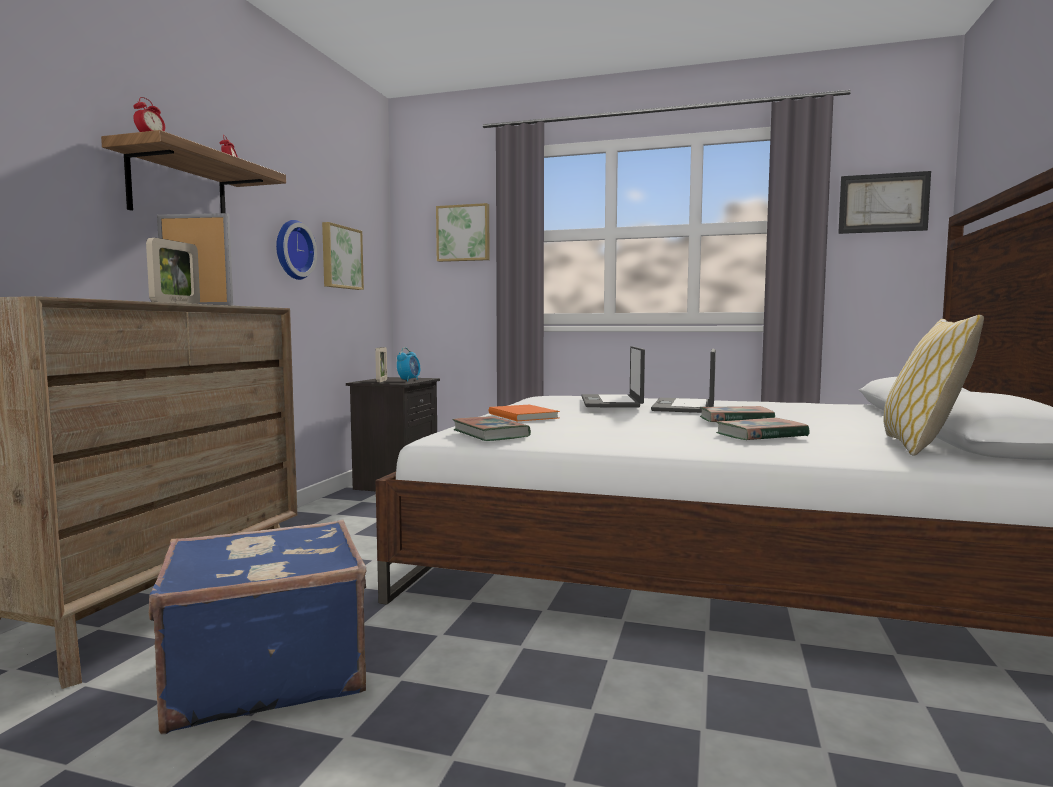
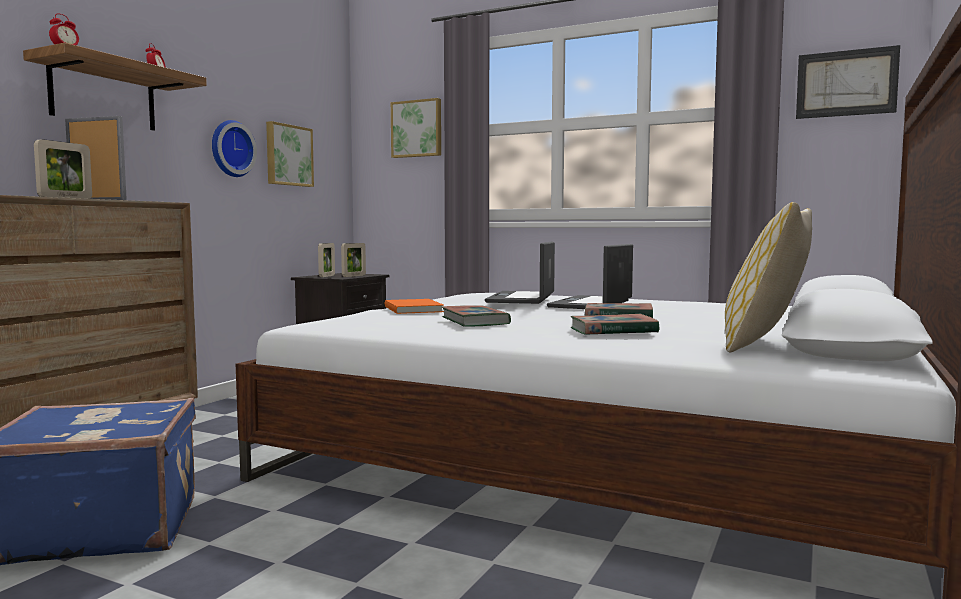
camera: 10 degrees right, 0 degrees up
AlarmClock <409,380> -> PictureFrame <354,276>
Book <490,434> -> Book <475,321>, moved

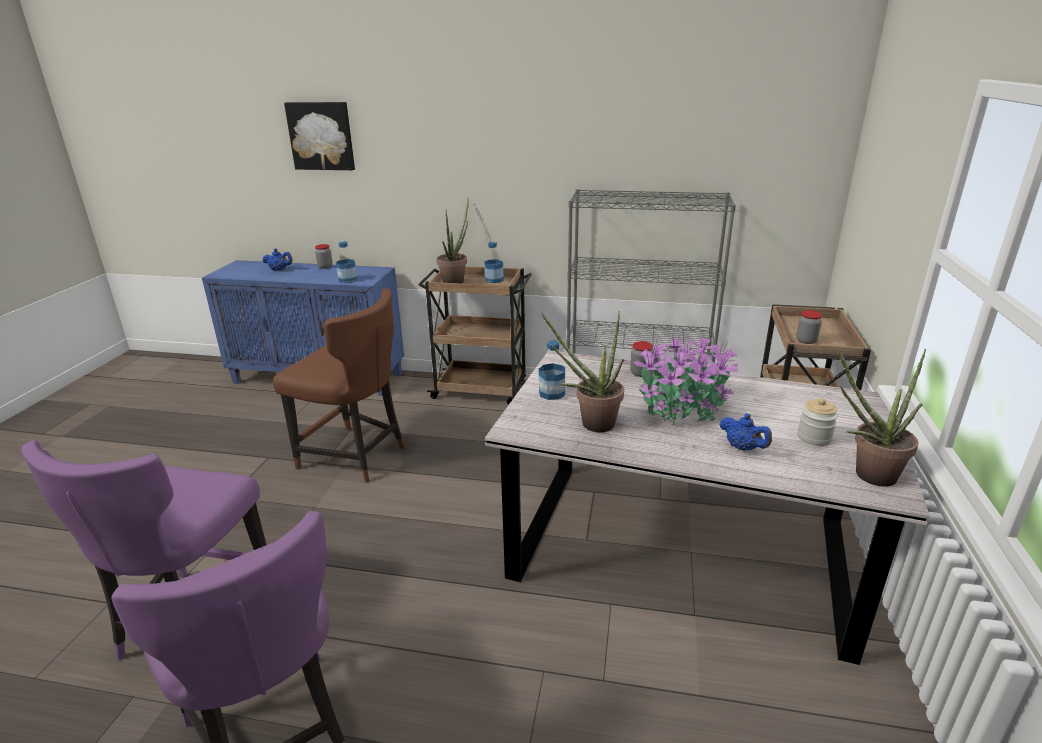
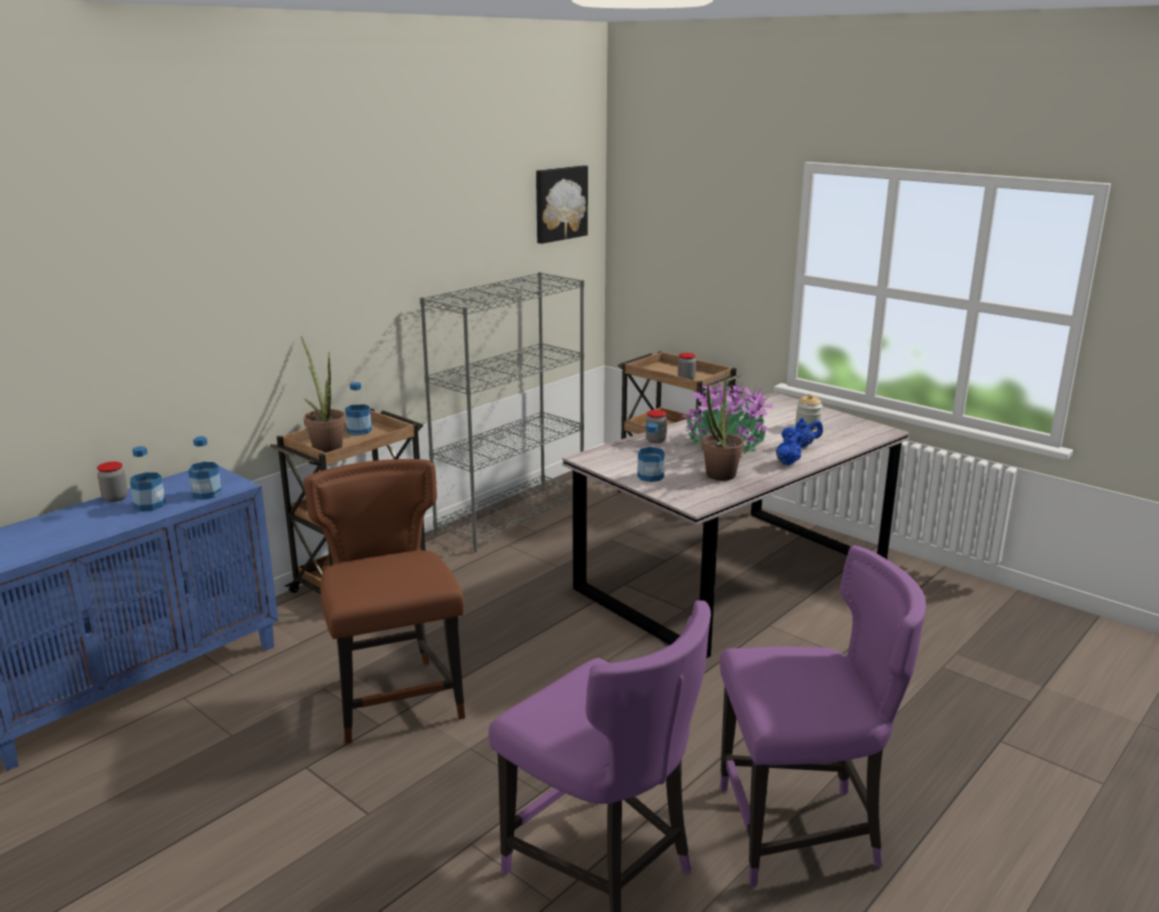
camera: 60 degrees left, 5 degrees down
none -> Bottle <150,505>
BrownChair <355,456> -> BrownChair <395,698>, 75 degrees counterclockwise
Picture <321,136> -> Picture <559,203>, moved
BlueTeapot <279,270> -> BlueTeapot <788,462>, moved
PottedPlant <867,475> -> none

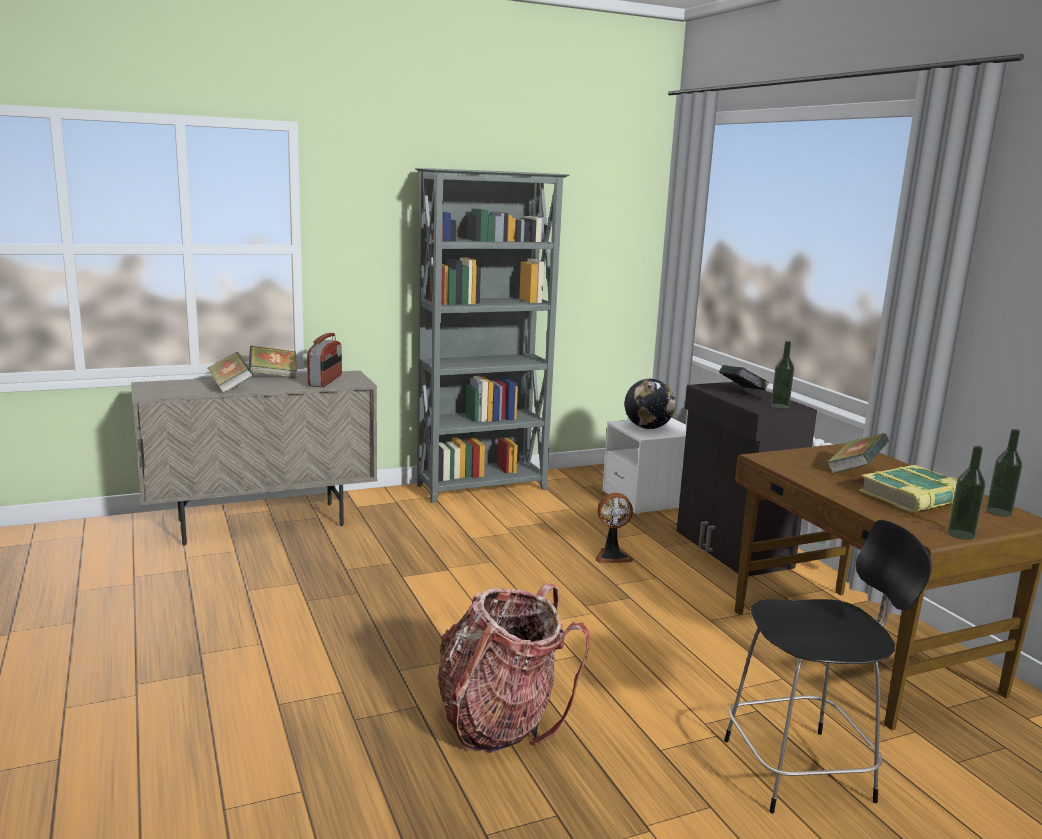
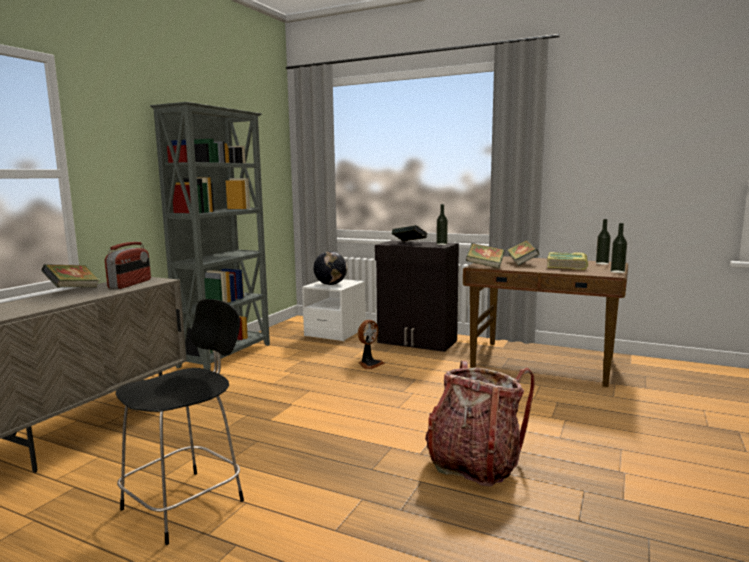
camera: 40 degrees left, 5 degrees down
Radio <326,381> -> Radio <130,284>, 45 degrees clockwise
BlackChair <803,769> -> BlackChair <187,503>, moved
Book <230,387> -> Book <485,266>, moved

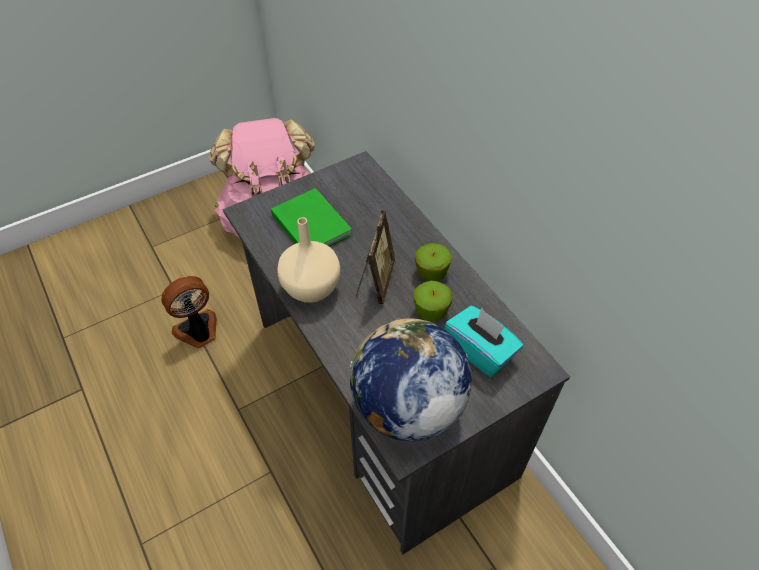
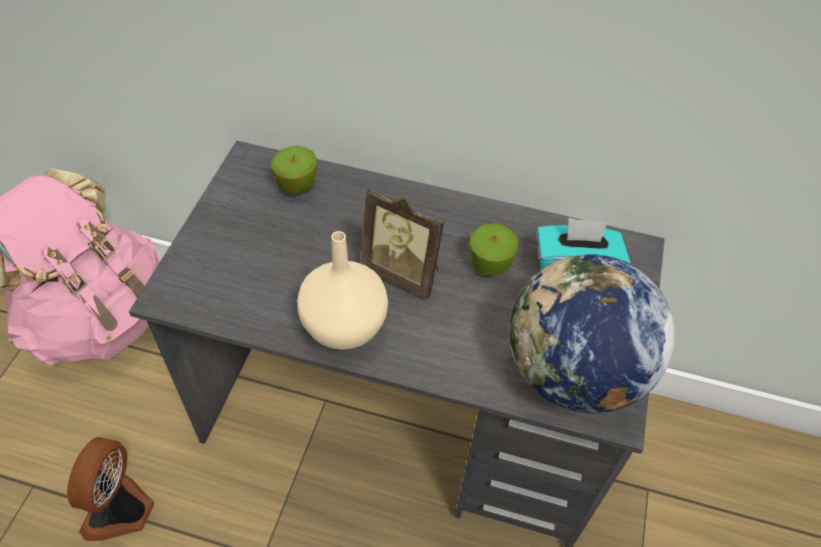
camera: 45 degrees left, 0 degrees up
Apple <431,272> -> Apple <296,185>, moved
PictureFrame <375,281> -> PictureFrame <403,272>, 150 degrees clockwise
GreenBook <311,223> -> none

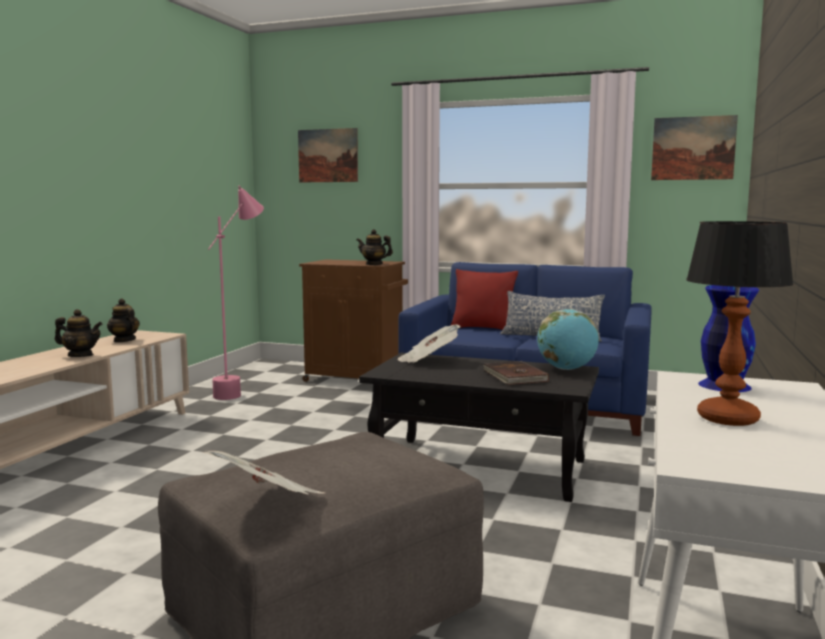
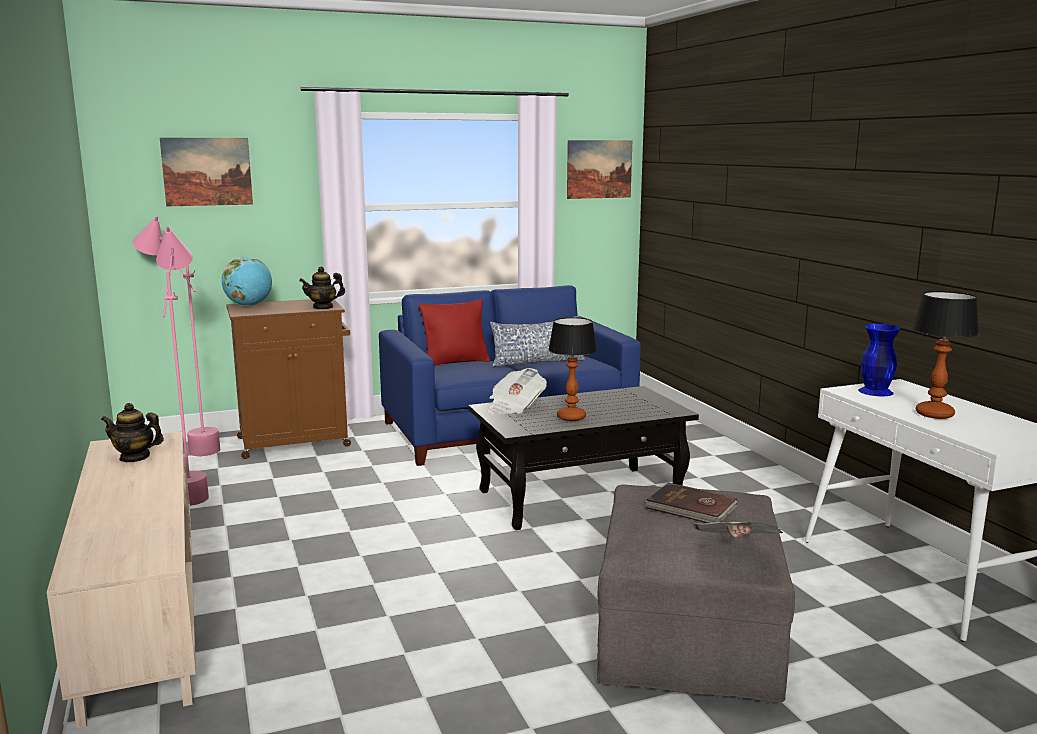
camera: 40 degrees left, 5 degrees up
none -> PinkFloorLamp <187,446>
Globe <566,369> -> Globe <249,305>, moved
none -> TableLamp <570,417>
BrownBook <514,376> -> BrownBook <691,508>, moved
Teapot <80,355> -> none

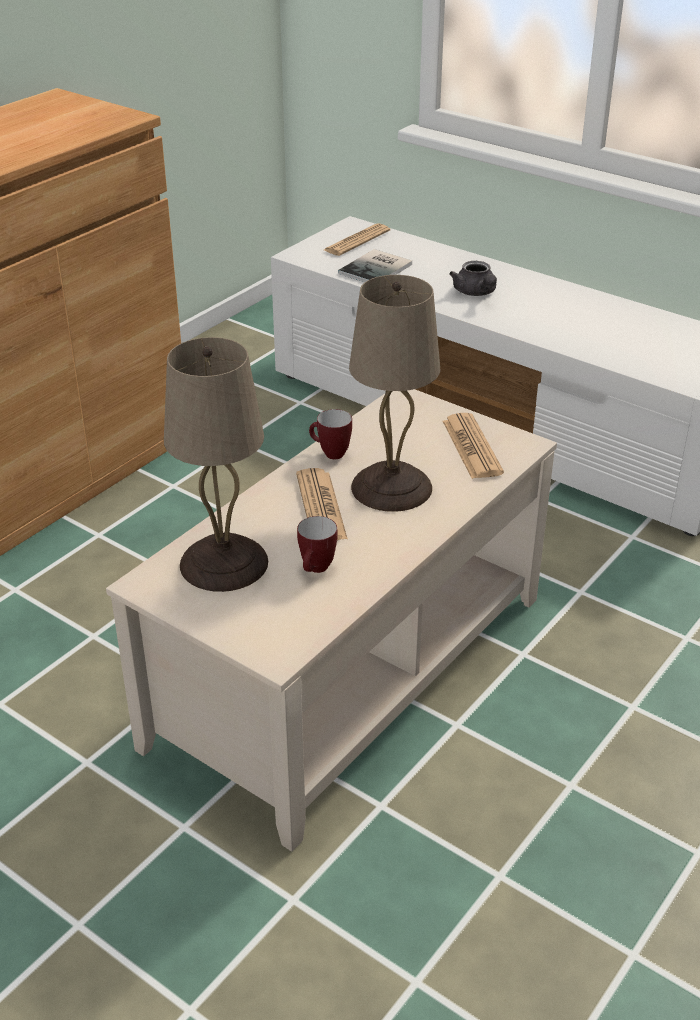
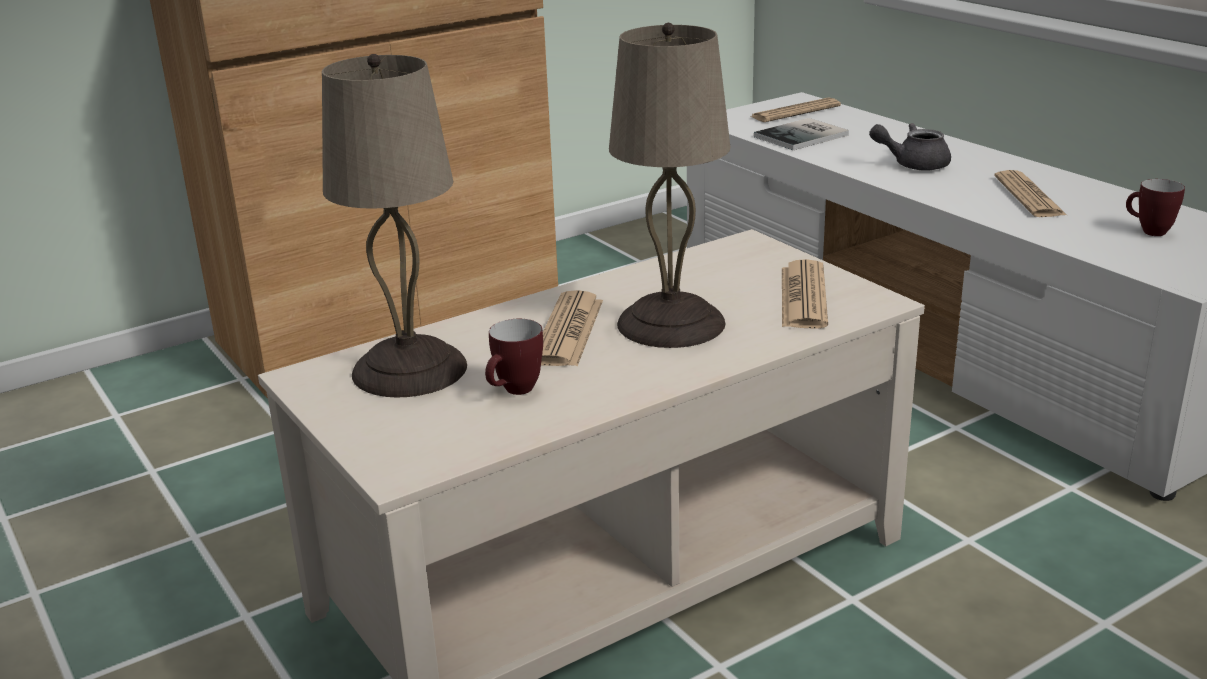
camera: 20 degrees right, 10 degrees down
GreyTeapot <476,293> -> GreyTeapot <913,164>, 90 degrees clockwise
none -> Newspaper <1029,196>
Mug <329,454> -> Mug <1148,231>, moved

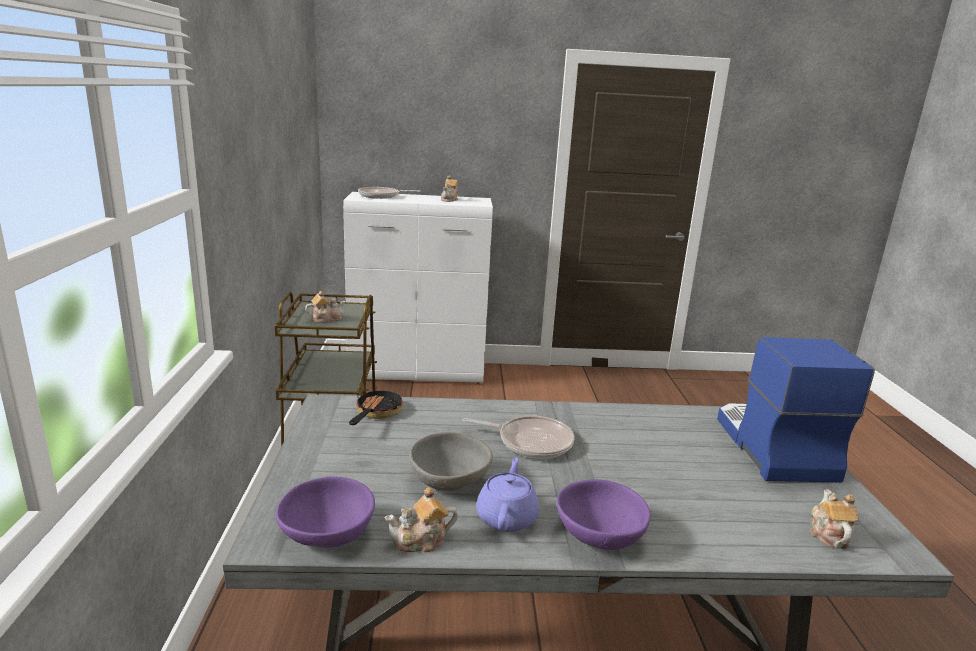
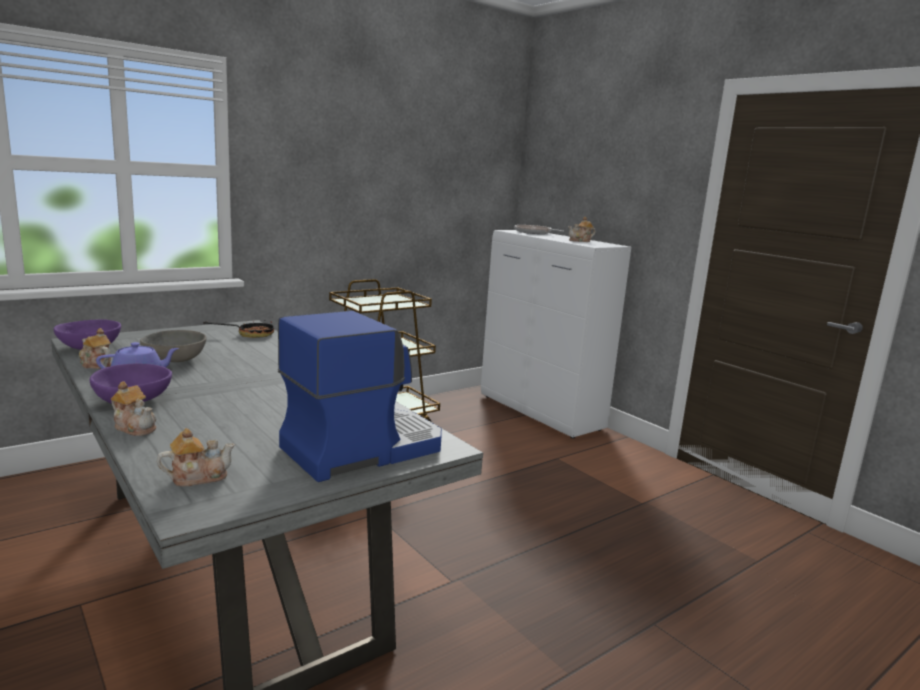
camera: 55 degrees right, 5 degrees down
Teapot <326,319> -> Teapot <135,427>, moved
FryingPan <530,442> -> none

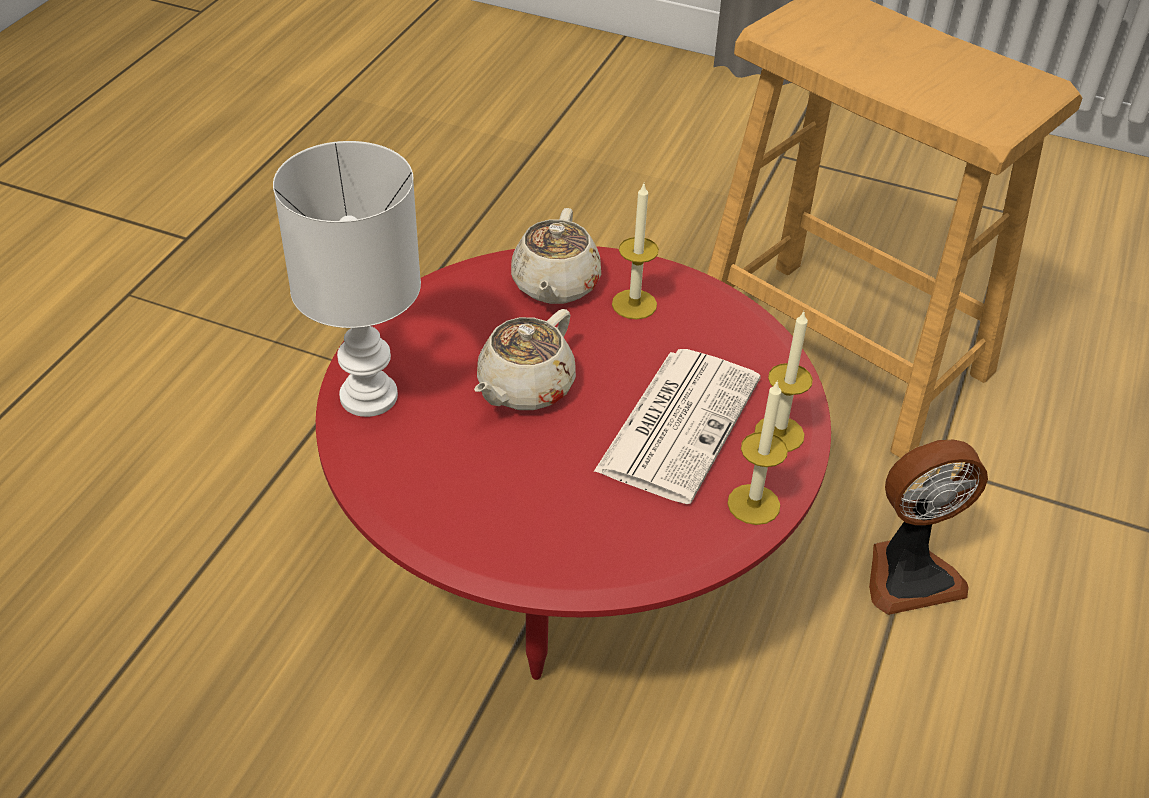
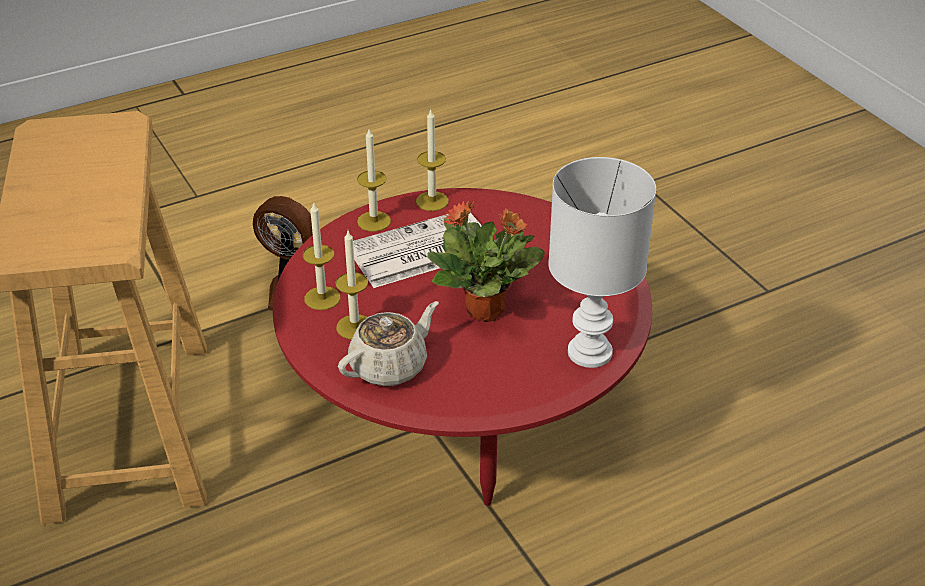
camera: 140 degrees left, 5 degrees down
none -> Candle <322,298>
BeigeTeapot <524,388> -> PottedPlant <486,310>

